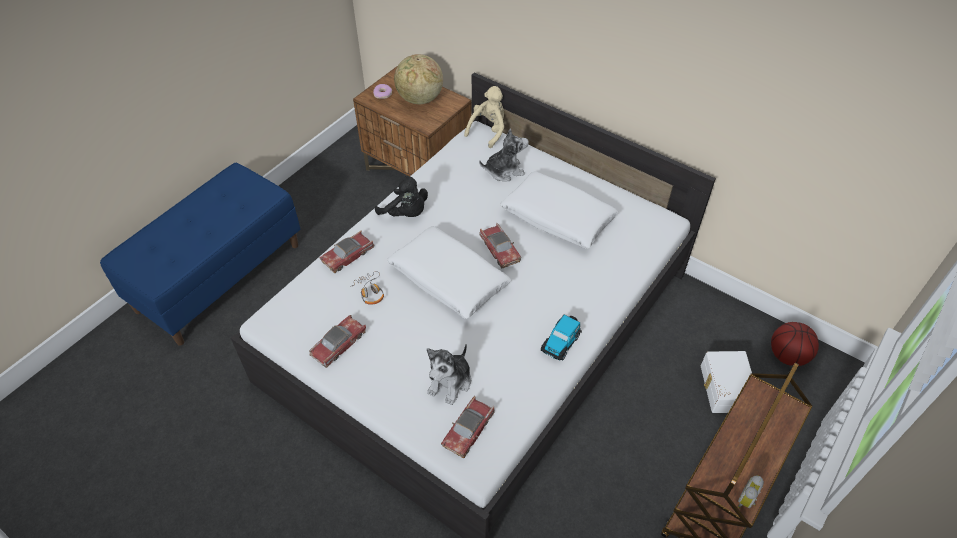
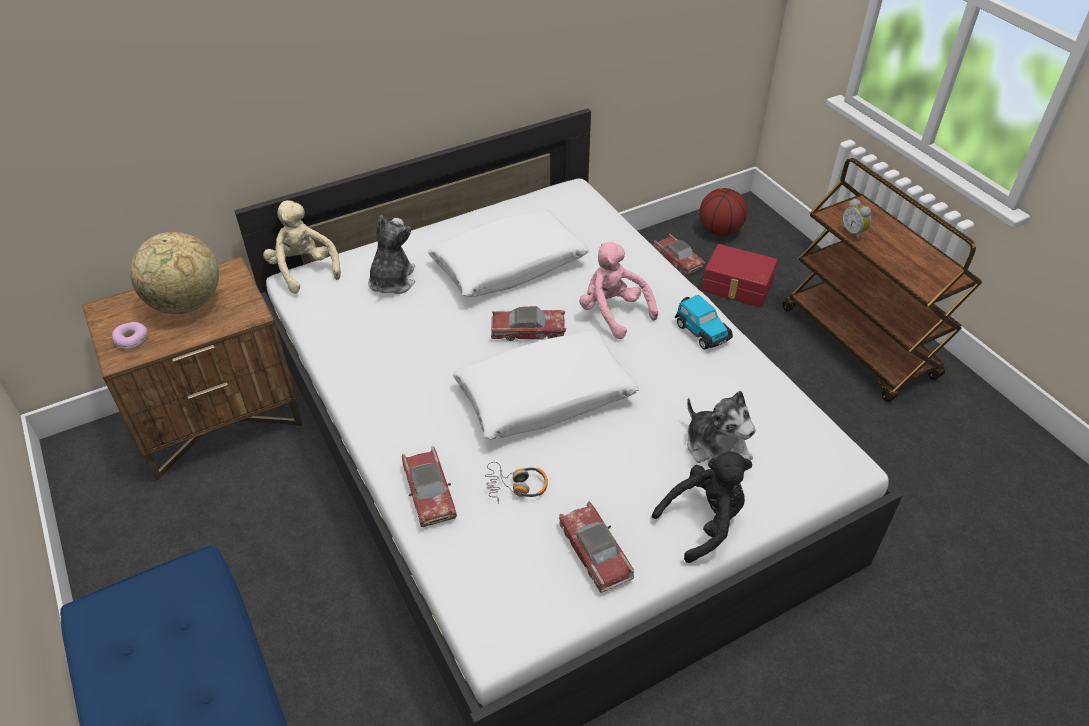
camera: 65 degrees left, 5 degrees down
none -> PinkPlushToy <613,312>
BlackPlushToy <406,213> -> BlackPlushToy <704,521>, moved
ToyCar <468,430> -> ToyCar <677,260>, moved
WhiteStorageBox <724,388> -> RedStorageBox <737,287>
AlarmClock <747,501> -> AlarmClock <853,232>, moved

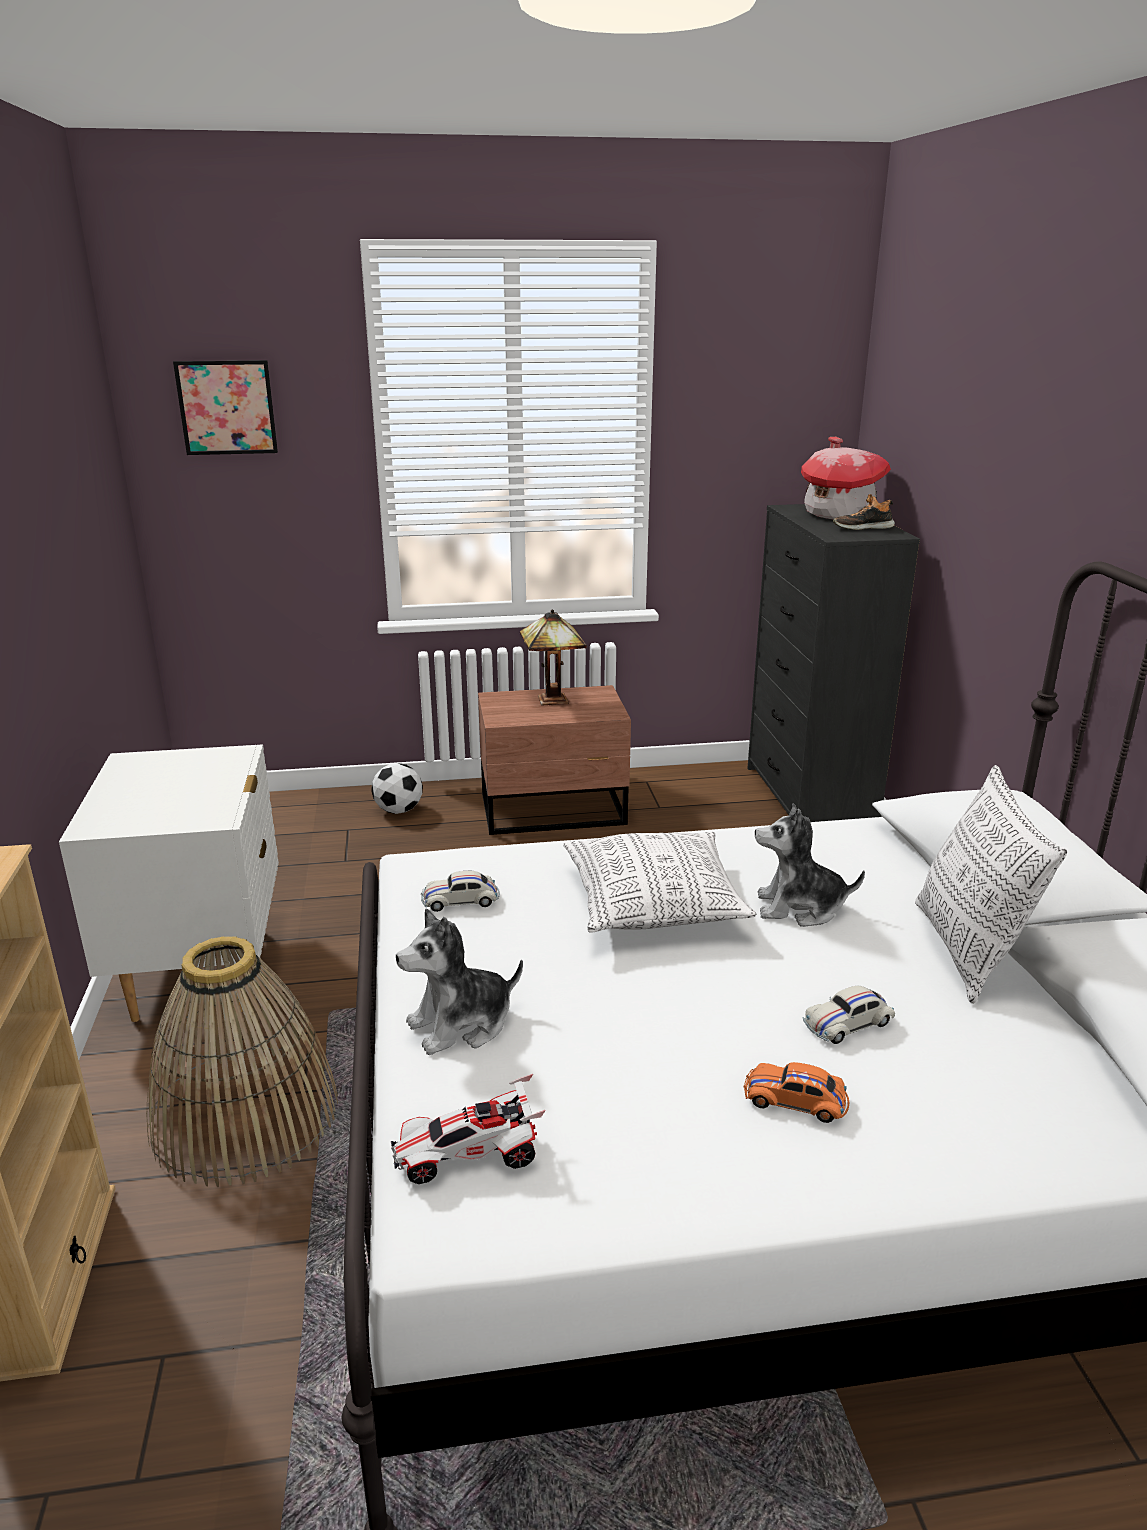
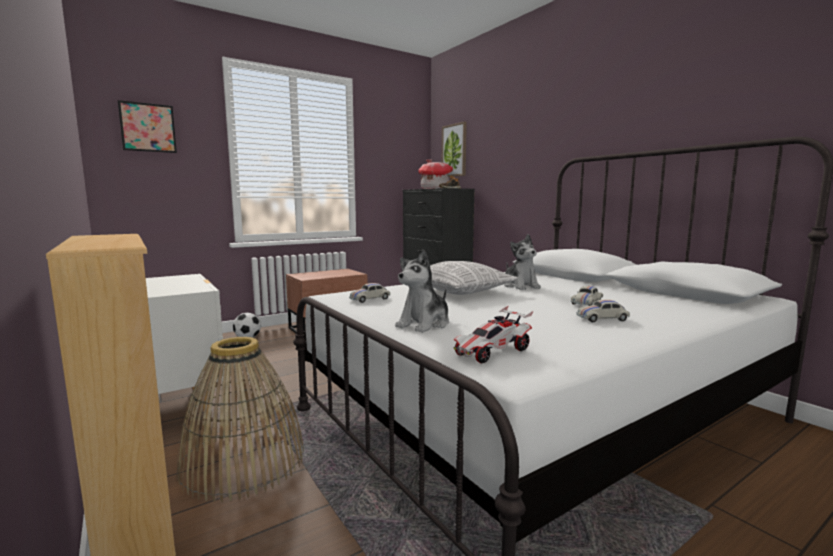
camera: 25 degrees left, 15 degrees down
none -> Picture <454,150>
PlushToy <799,908> -> PlushToy <520,286>, 90 degrees counterclockwise
OrangeToyCar <795,1101> -> WhiteToyCar <602,319>
TableLamp <551,699> -> none
Pillow <967,950> -> none

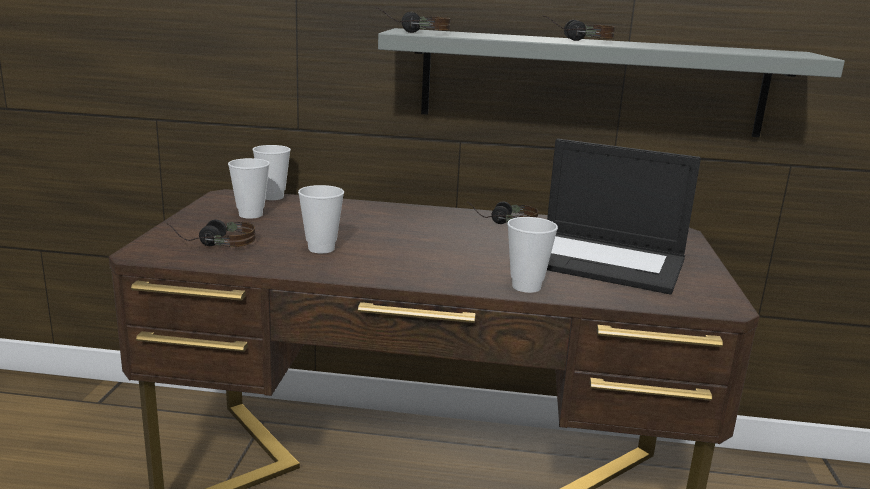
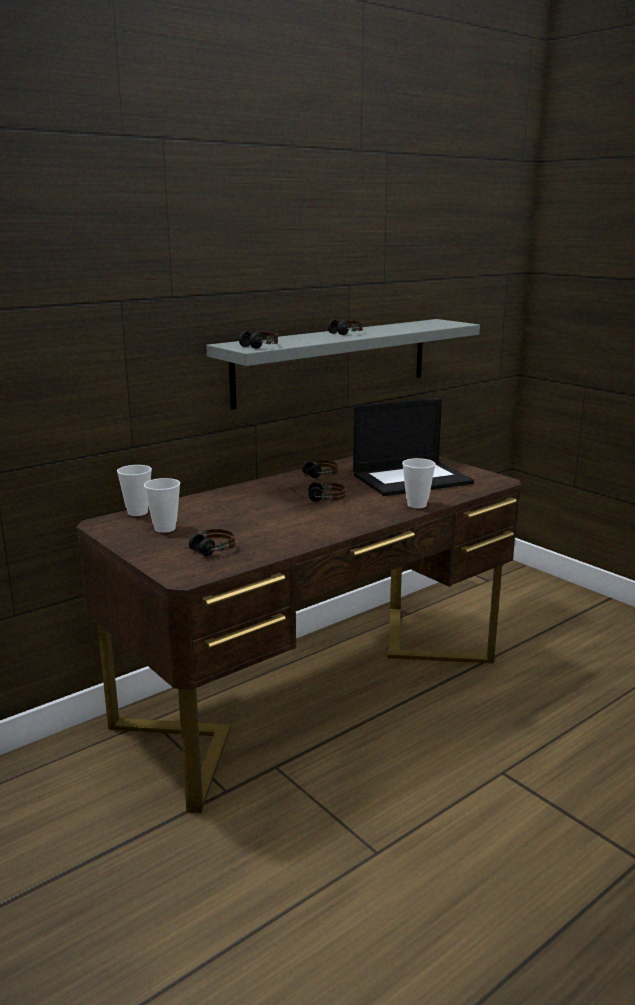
camera: 45 degrees left, 0 degrees up
none -> Headphones <316,499>
Cup <321,248> -> none

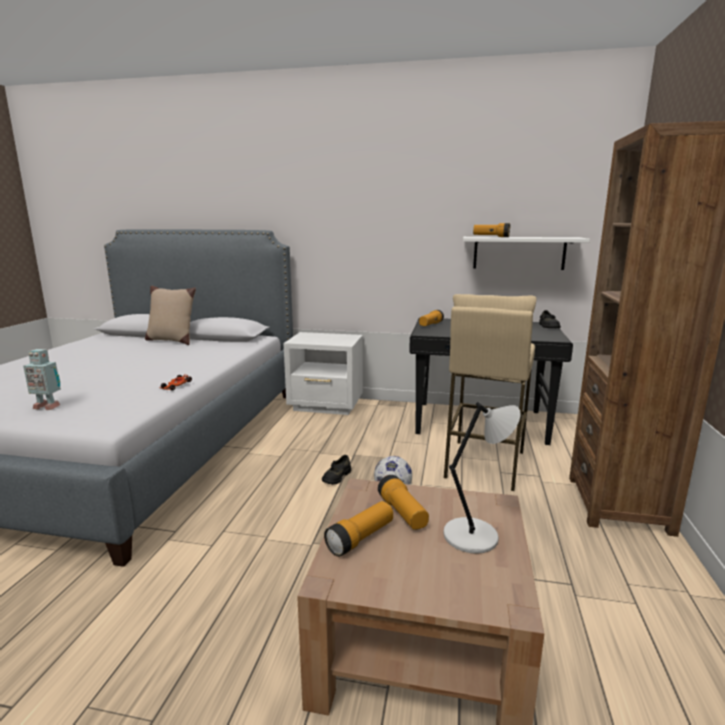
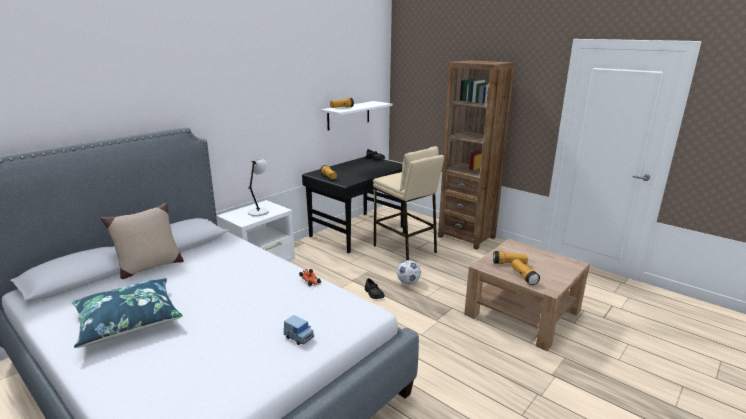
camera: 60 degrees left, 5 degrees up
none -> BluePillow <128,321>
GreyTableLamp <474,536> -> GreyTableLamp <259,212>, moved
ToyRobot <47,406> -> BlueToyCar <299,337>

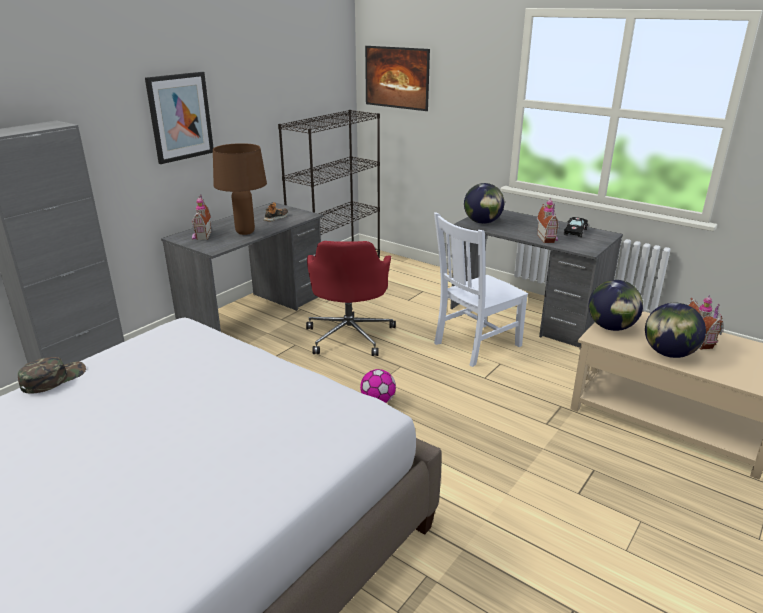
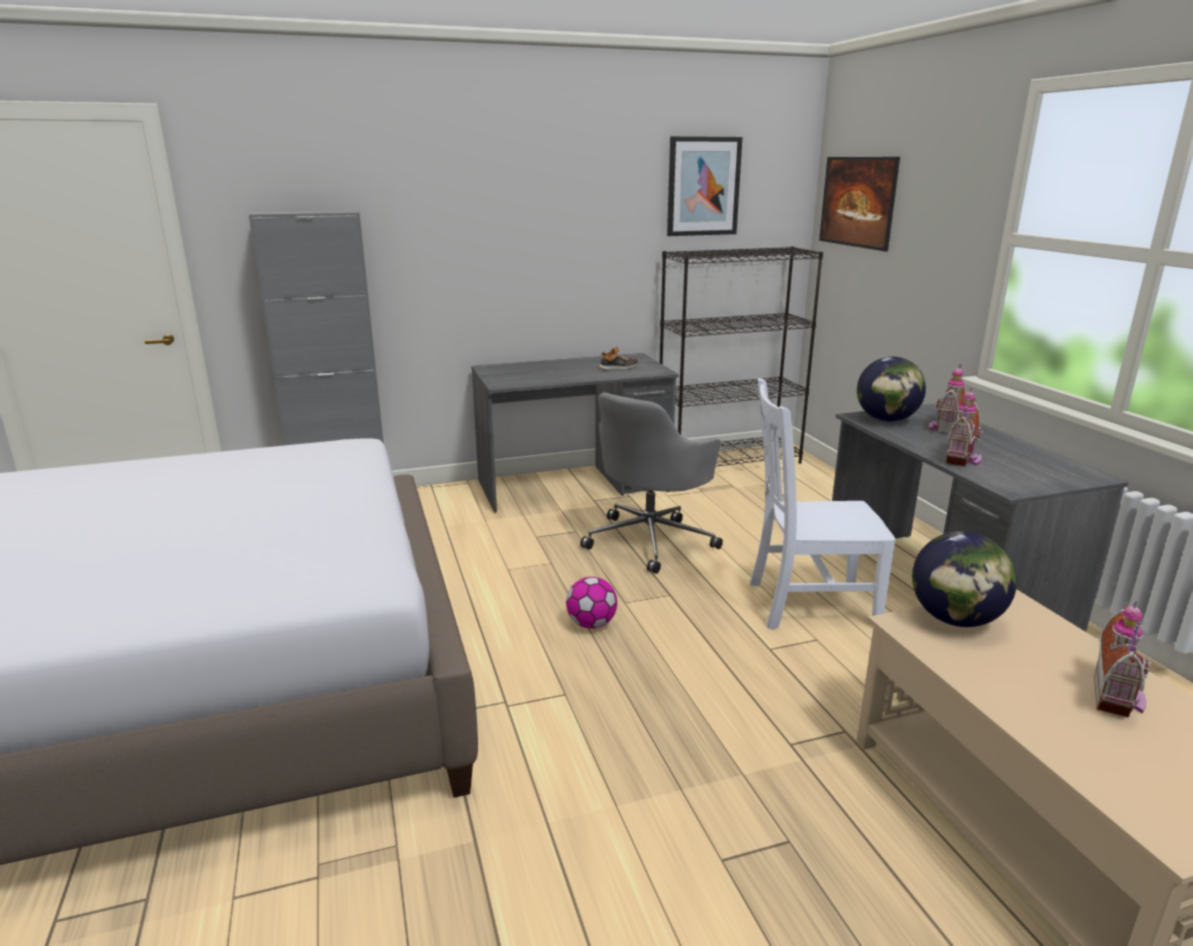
camera: 35 degrees right, 5 degrees down
RedOfficeChair <350,335> -> GreyOfficeChair <651,540>
Picture <180,117> -> Picture <703,186>, moved
ToyHouse <201,236> -> ToyHouse <943,427>, moved
GreenCap <53,378> -> none
BrownTableLamp <245,232> -> none
BlackToyCar <575,232> -> none
Globe <668,353> -> none

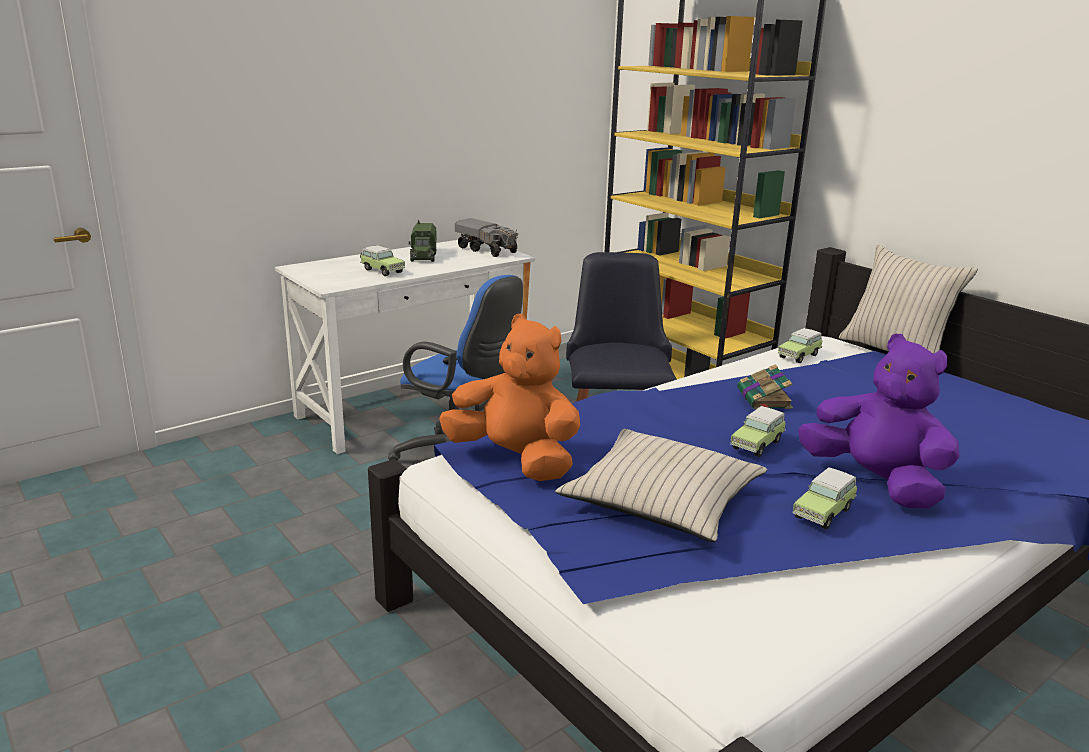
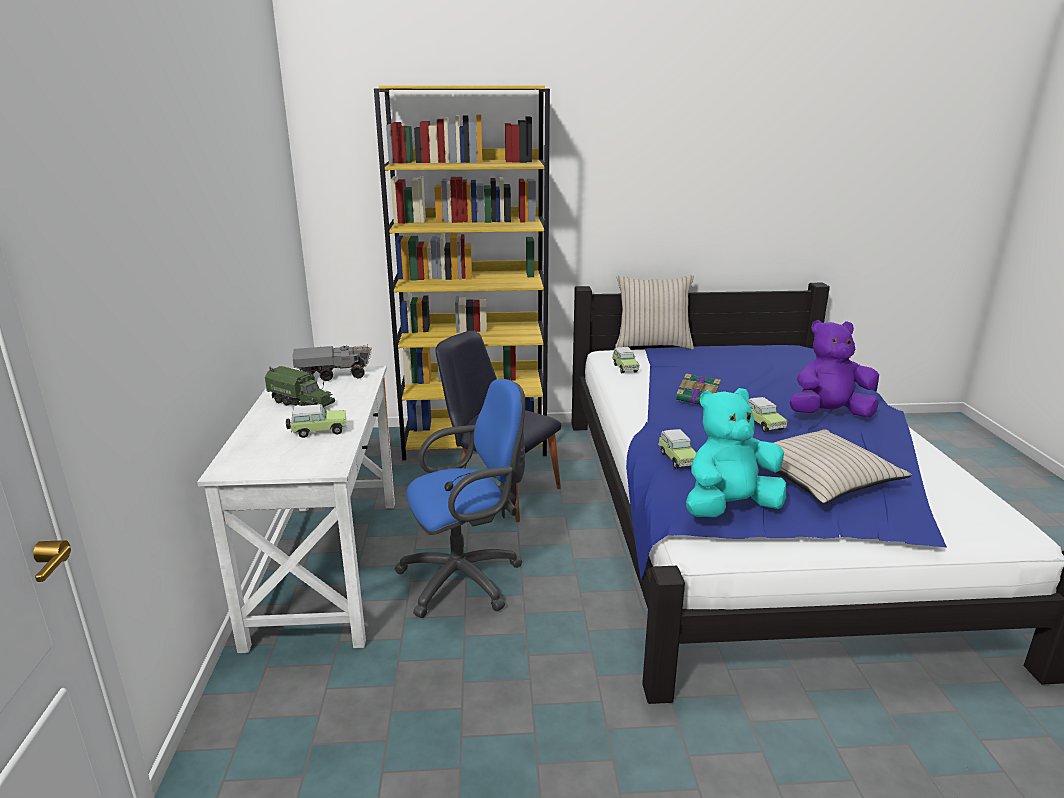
camera: 55 degrees left, 0 degrees up
ToyCar <824,512> -> ToyCar <677,459>, moved
OrangePlushToy <515,460> -> TurquoisePlushToy <729,508>

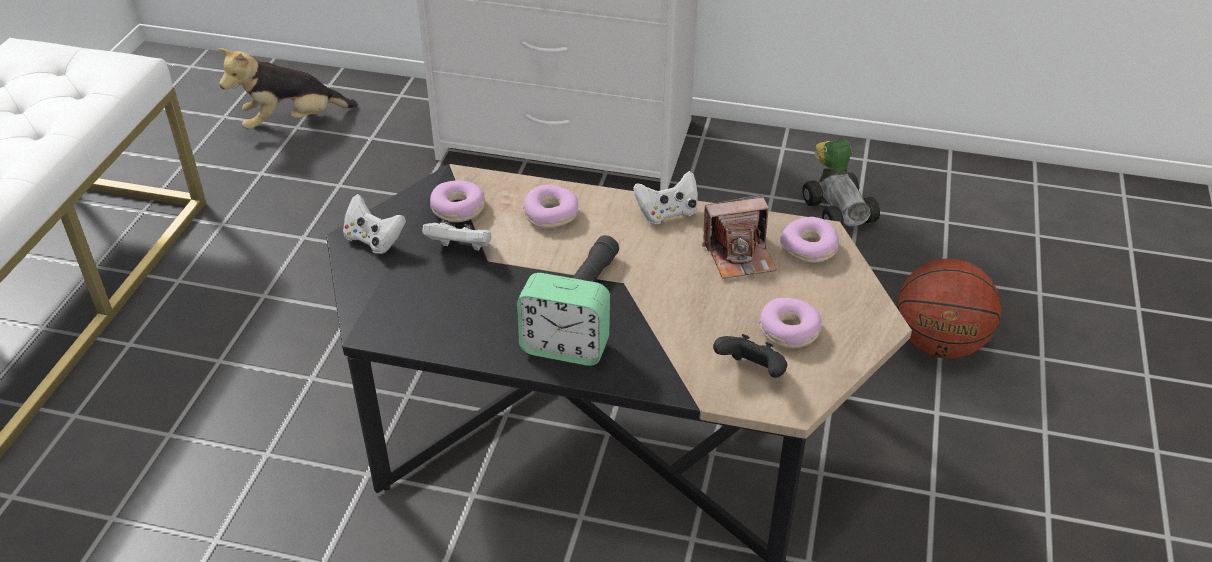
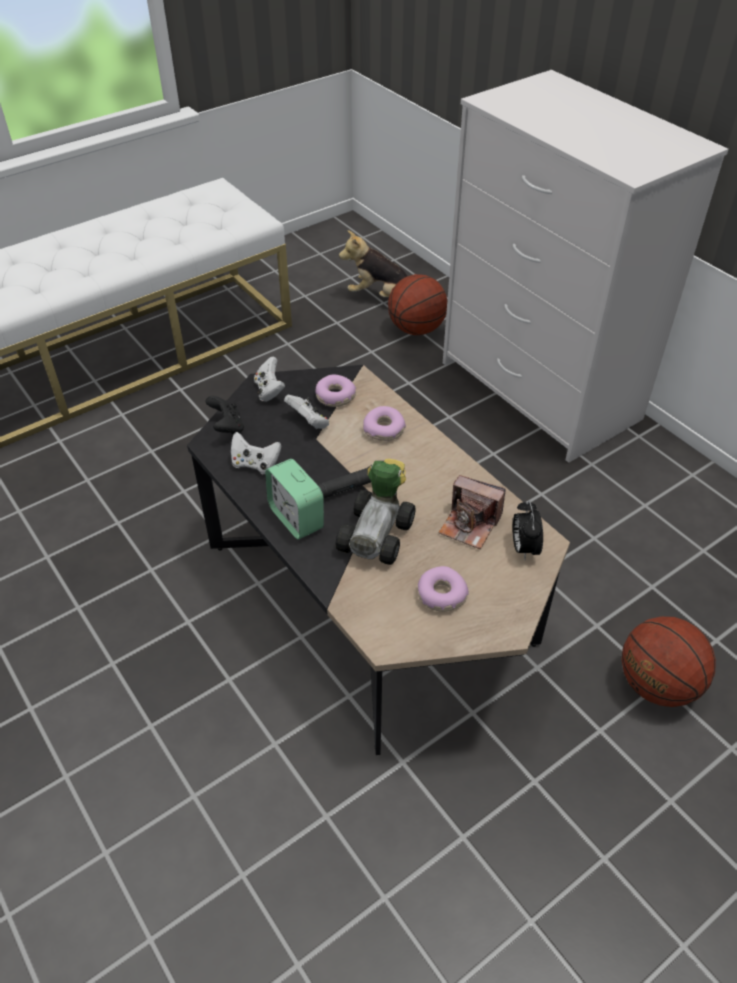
camera: 40 degrees right, 5 degrees up
BlackGameController <752,372> -> BlackGameController <227,428>, moved
WhiteGameController <667,213> -> WhiteGameController <255,464>, moved
ToyCar <838,208> -> ToyCar <380,532>, moved
none -> Basketball <416,329>
Donut <809,248> -> AlarmClock <523,548>

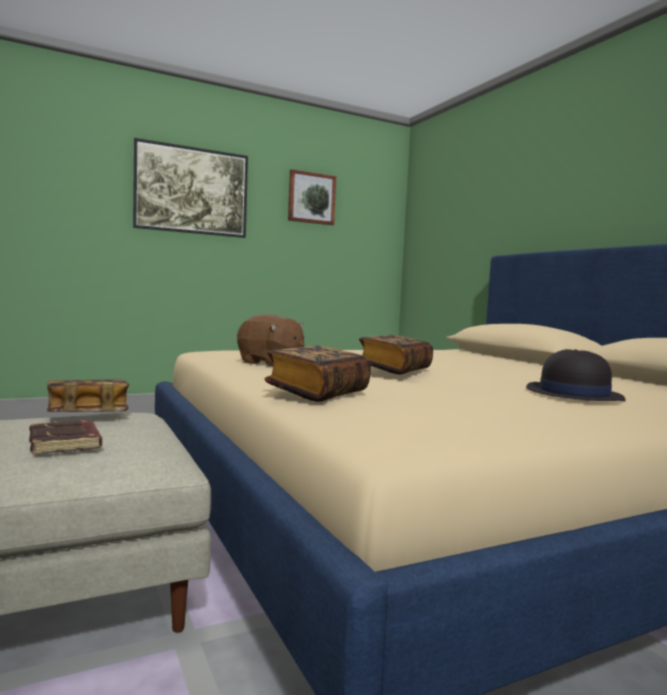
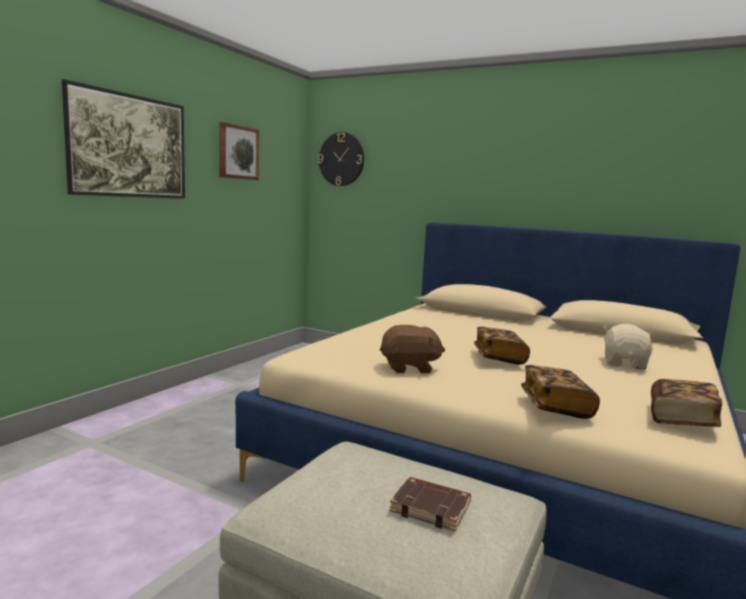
camera: 35 degrees left, 5 degrees up
none -> WallClock <341,159>
BlackHat <573,394> -> BeigePlushToy <625,363>
Book <87,415> -> Book <681,419>, moved

